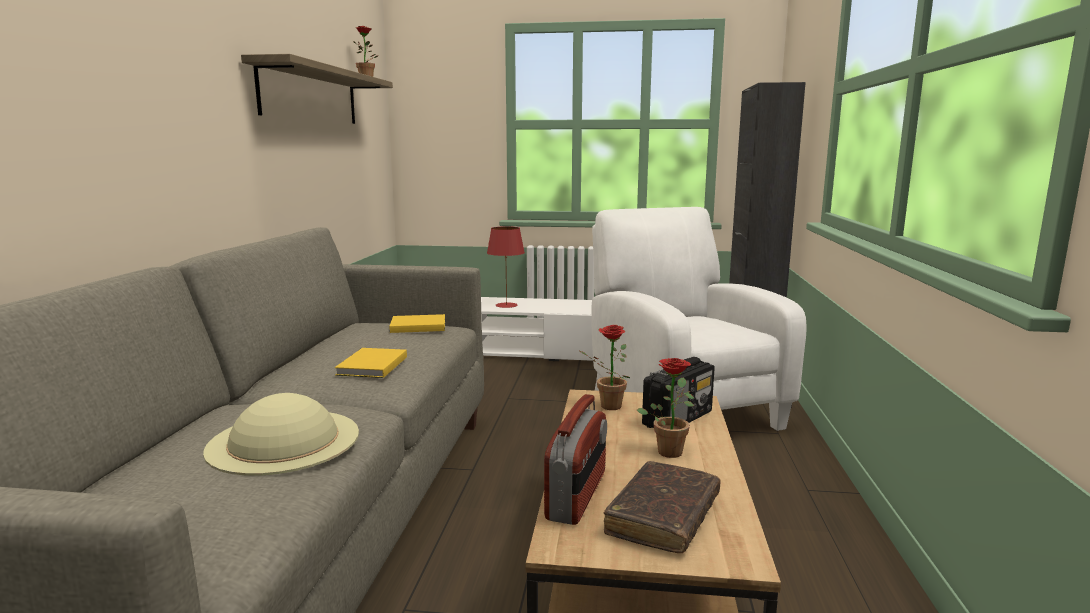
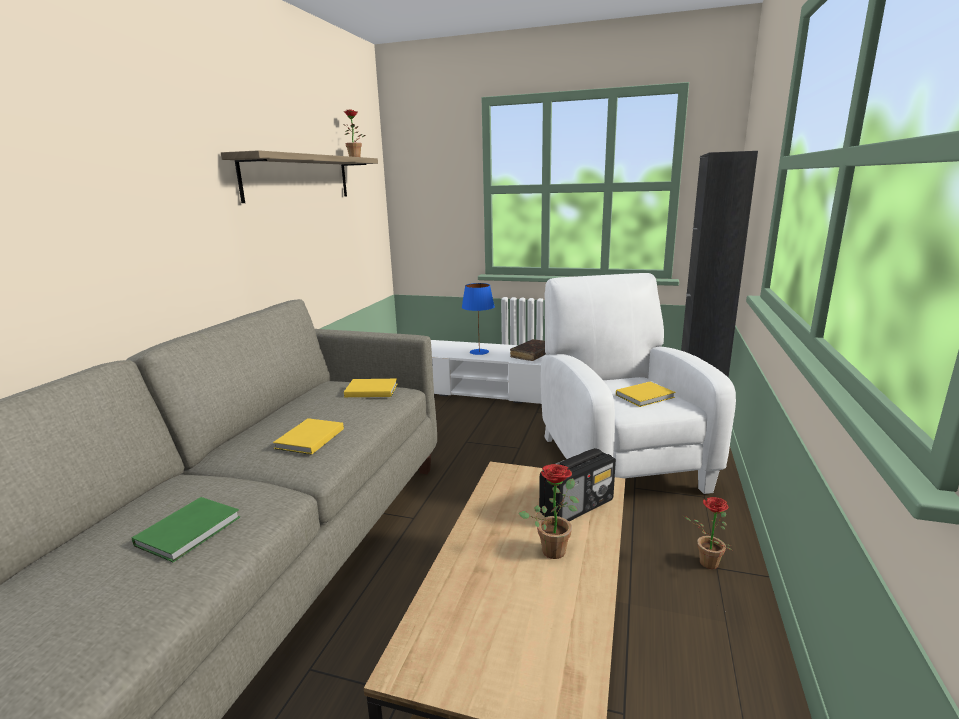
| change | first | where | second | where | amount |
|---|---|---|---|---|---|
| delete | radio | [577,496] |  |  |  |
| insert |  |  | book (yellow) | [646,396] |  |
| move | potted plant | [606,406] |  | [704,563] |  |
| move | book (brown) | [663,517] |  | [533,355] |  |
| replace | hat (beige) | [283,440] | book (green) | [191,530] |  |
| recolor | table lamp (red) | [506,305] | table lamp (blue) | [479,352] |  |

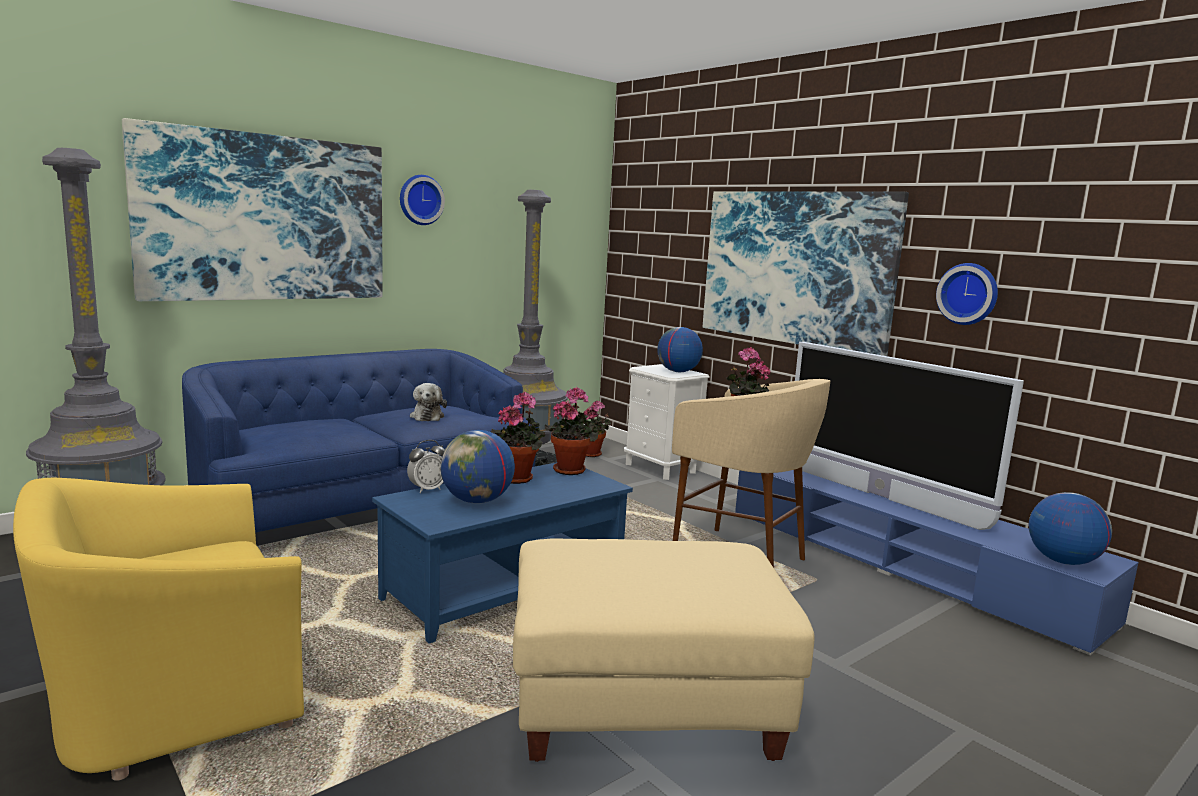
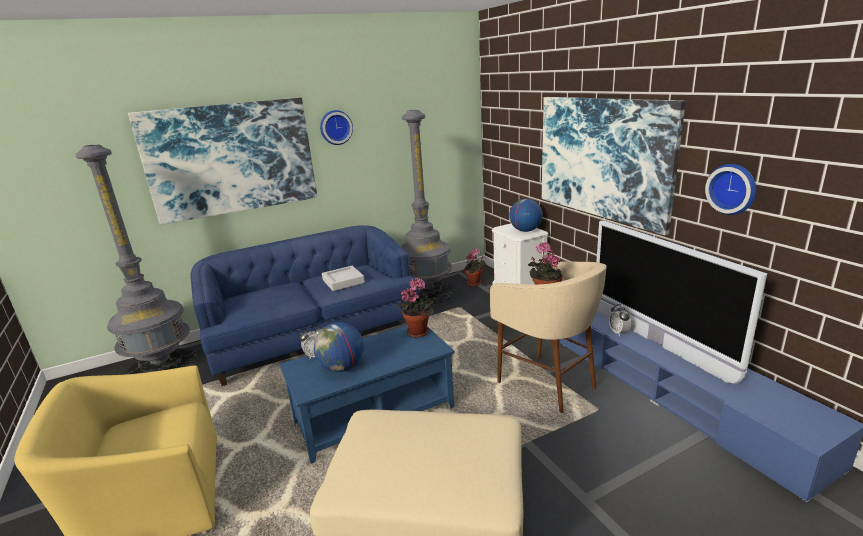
| change | first | where | second | where | amount |
|---|---|---|---|---|---|
| delete | potted plant | [518,478] |  |  |  |
| delete | globe | [1062,561] |  |  |  |
| insert |  |  | alarm clock | [618,332] |  |
| replace | plush toy | [427,416] | tray (grey) | [343,281] |  |

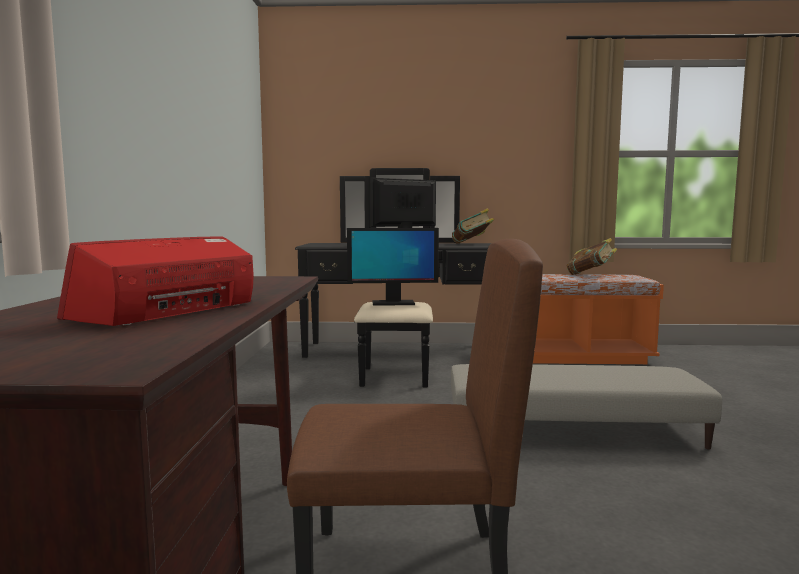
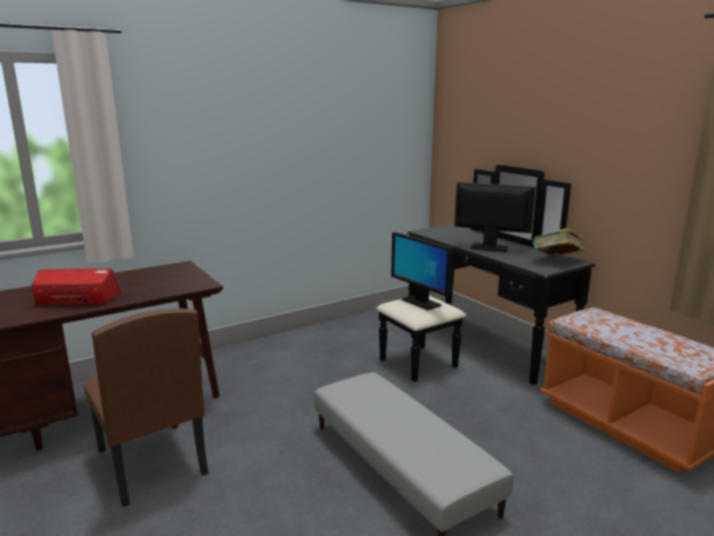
| change | first | where | second | where | amount |
|---|---|---|---|---|---|
| delete | book | [590,275] |  |  |  |

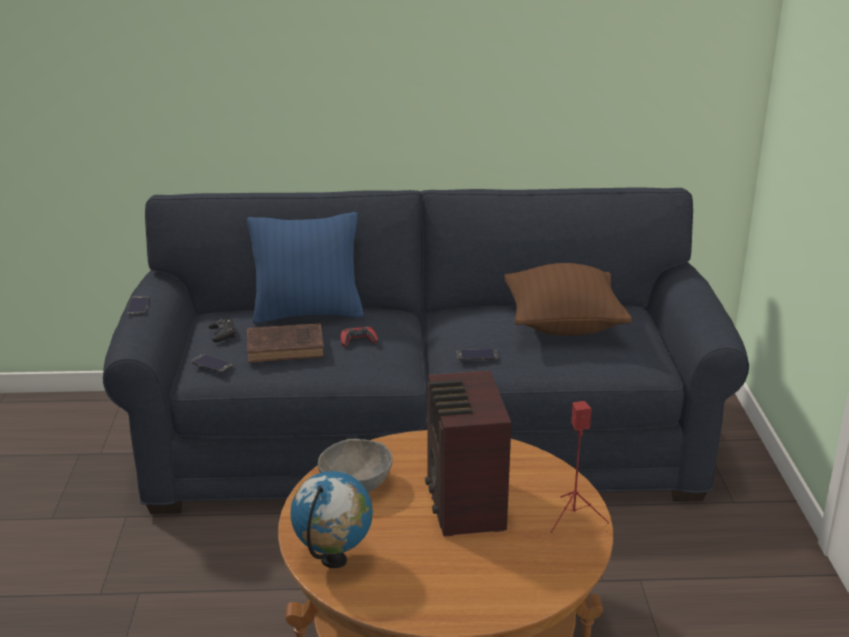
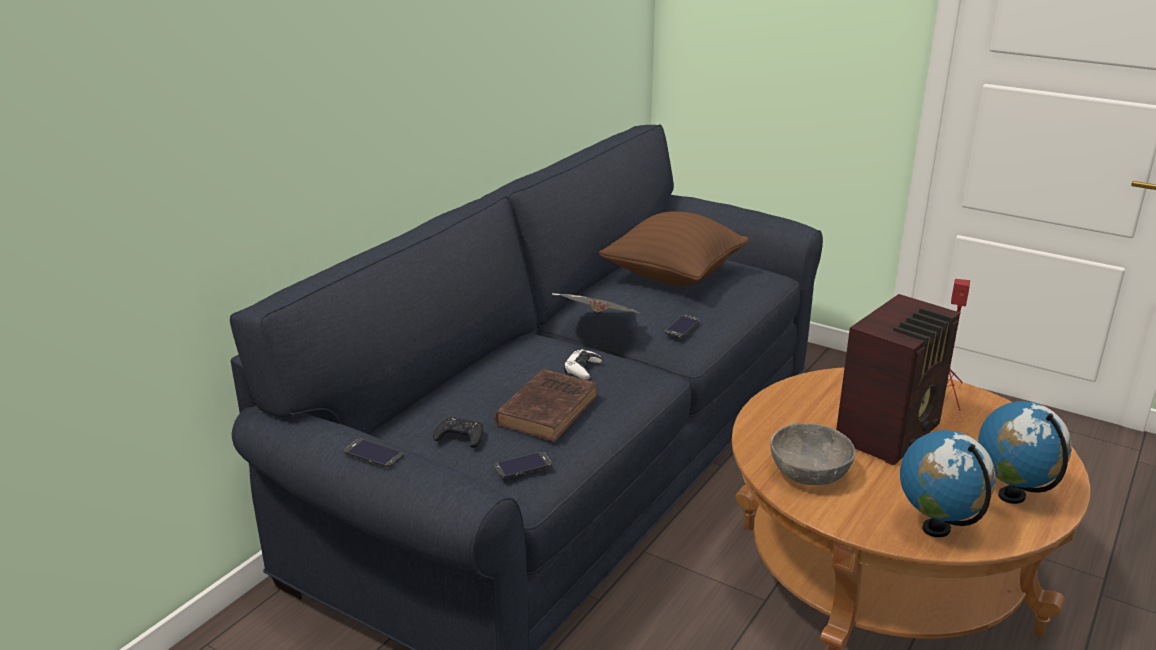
| change | first | where | second | where | amount |
|---|---|---|---|---|---|
| delete | pillow (blue) | [308,314] |  |  |  |
| insert |  |  | newspaper | [600,325] |  |
| insert |  |  | globe | [1012,496] |  |
| recolor | game controller (red) | [358,340] | game controller (white) | [582,368] |  |
| rotate | radio | [464,506] |  | [891,433] | 75 degrees counterclockwise |

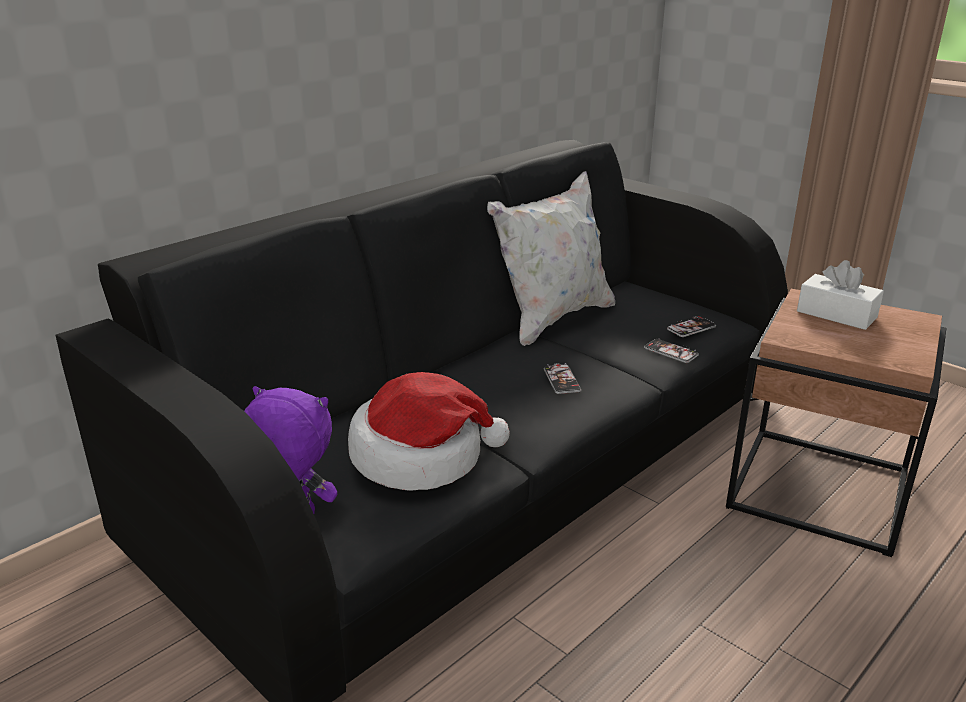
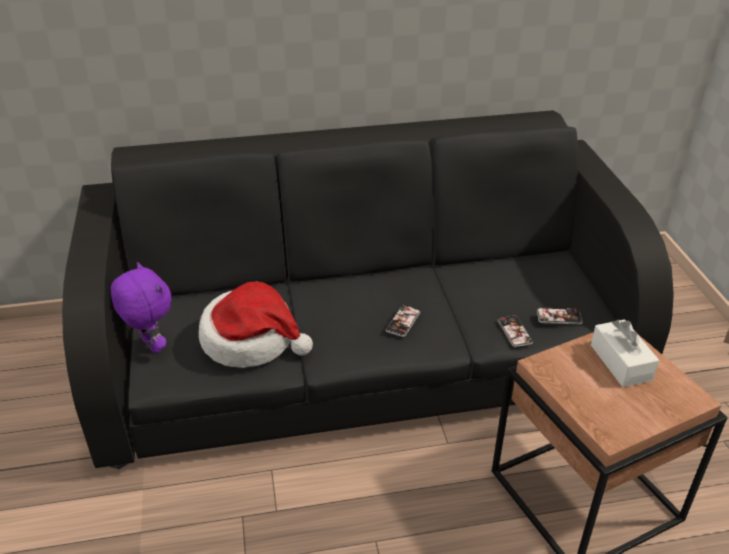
| change | first | where | second | where | amount |
|---|---|---|---|---|---|
| delete | pillow (white) | [552,319] |  |  |  |

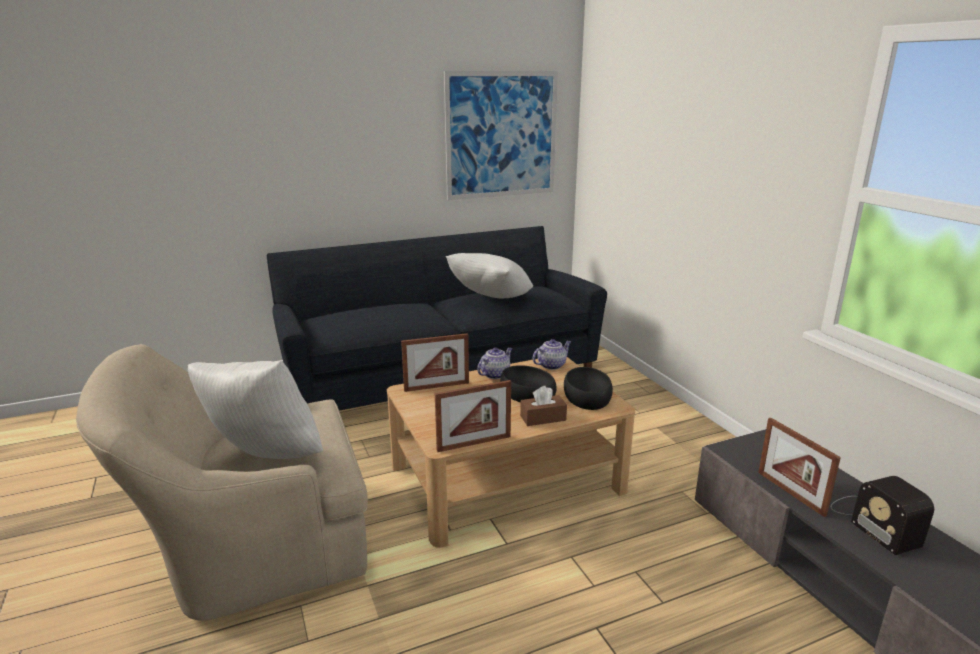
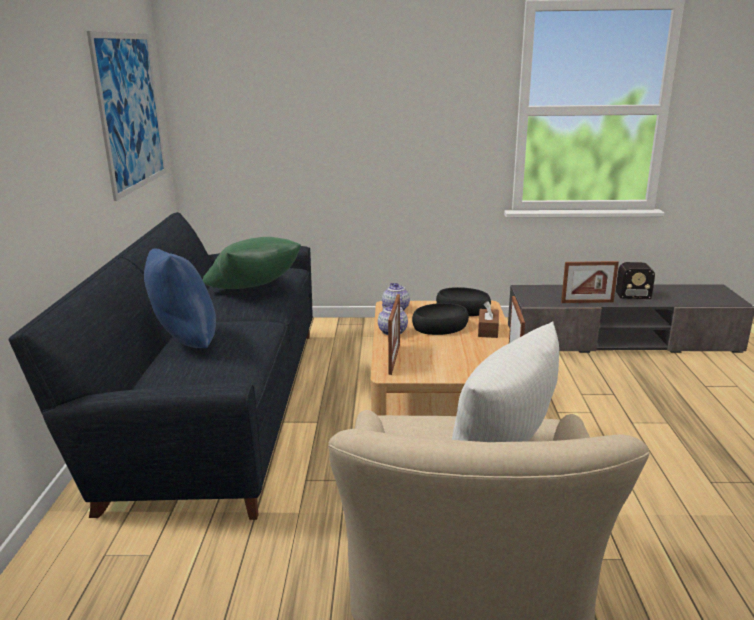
| change | first | where | second | where | amount |
|---|---|---|---|---|---|
| insert |  |  | pillow (blue) | [184,344] |  |
| recolor | pillow (white) | [490,300] | pillow (green) | [254,290] |  |

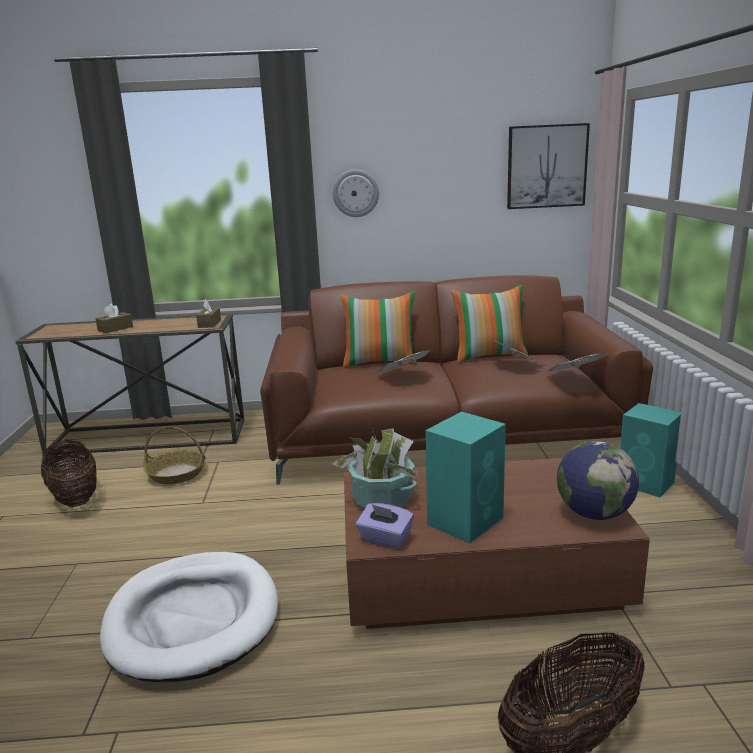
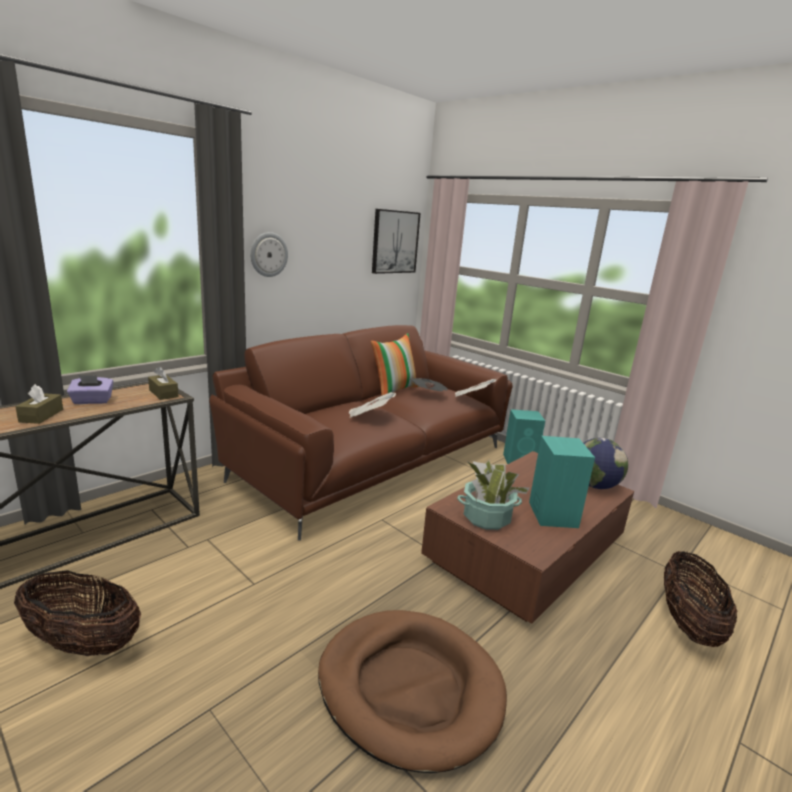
| change | first | where | second | where | amount |
|---|---|---|---|---|---|
| delete | basket | [177,473] |  |  |  |
| delete | pillow | [380,362] |  |  |  |
| move | tissue box (purple) | [385,539] |  | [92,401] |  |
| recolor | dog bed (white) | [193,619] | dog bed (brown) | [410,688] |  |

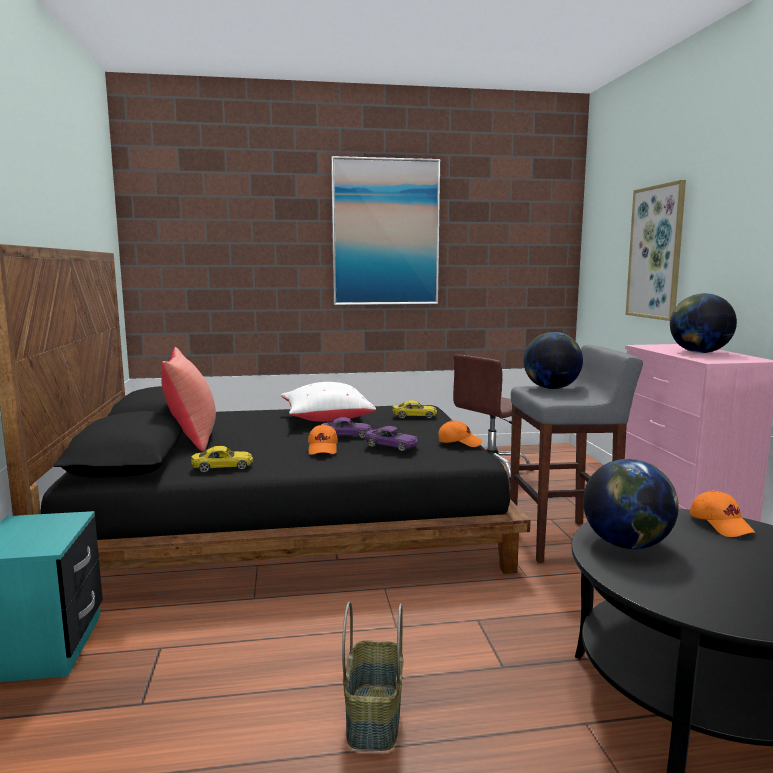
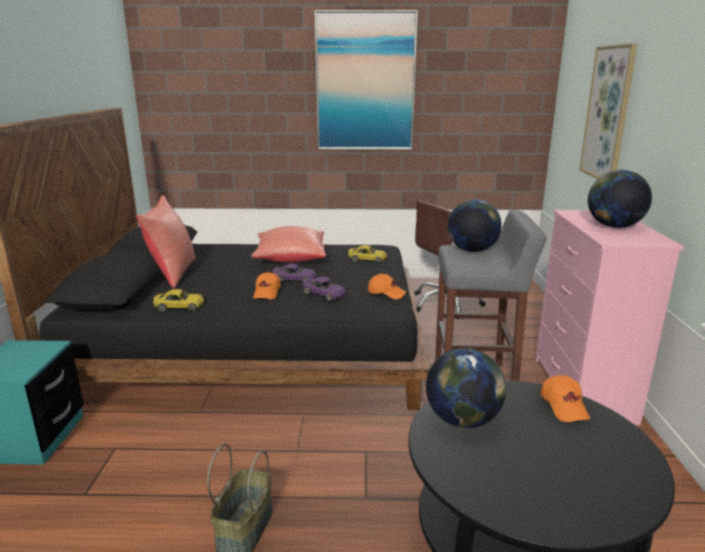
| change | first | where | second | where | amount |
|---|---|---|---|---|---|
| recolor | pillow (white) | [326,419] | pillow (red) | [290,259] |  |

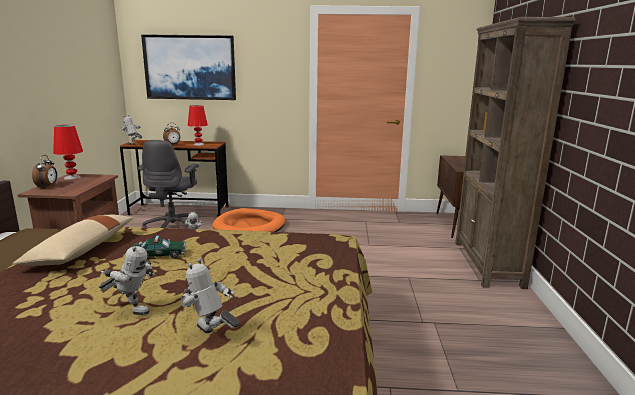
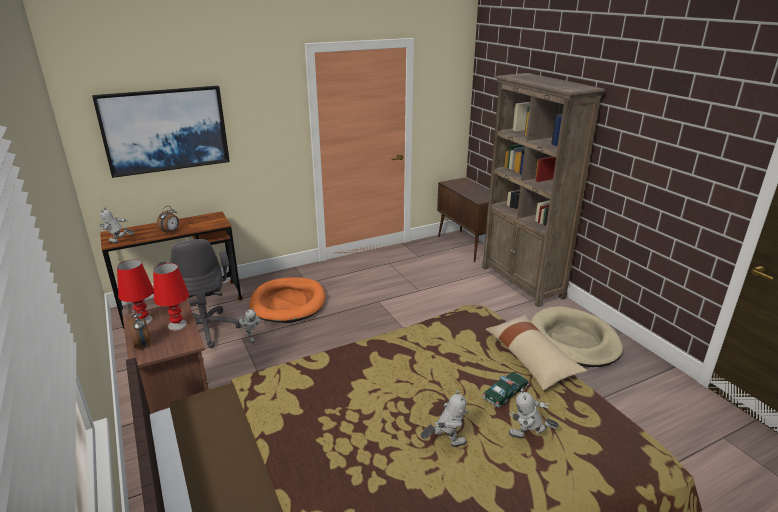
| change | first | where | second | where | amount |
|---|---|---|---|---|---|
| insert |  |  | dog bed (beige) | [573,340] |  |
| move | pillow (beige) | [82,250] |  | [531,358] |  |
| move | toy car | [159,255] |  | [505,393] |  |
| move | table lamp (red) | [199,144] |  | [177,325] |  |

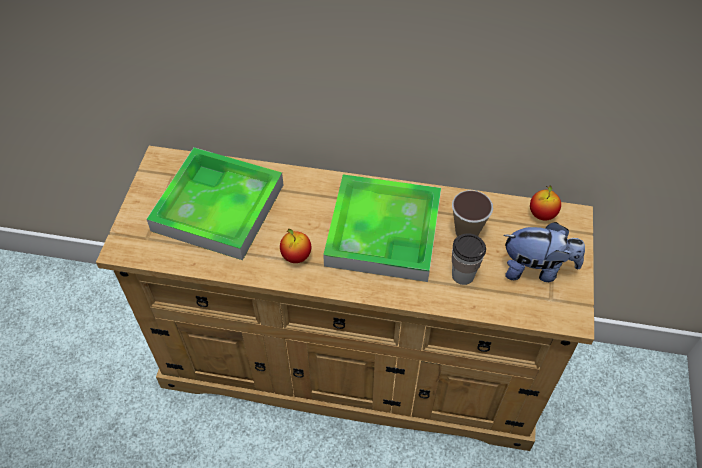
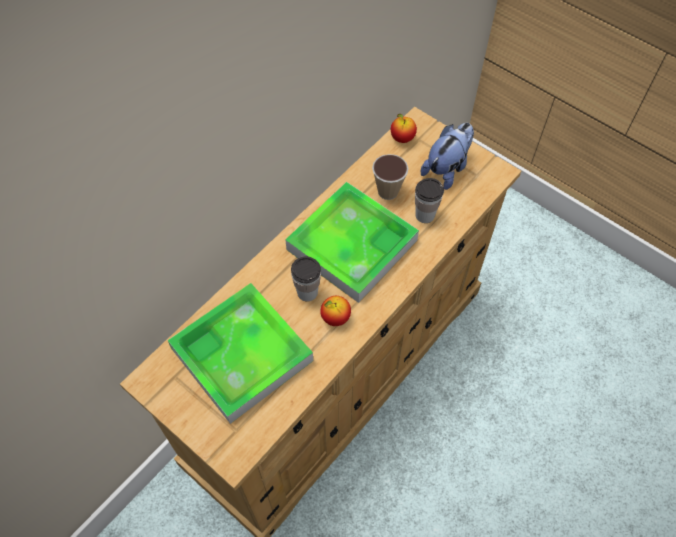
| change | first | where | second | where | amount |
|---|---|---|---|---|---|
| insert |  |  | cup | [307,292] |  |

